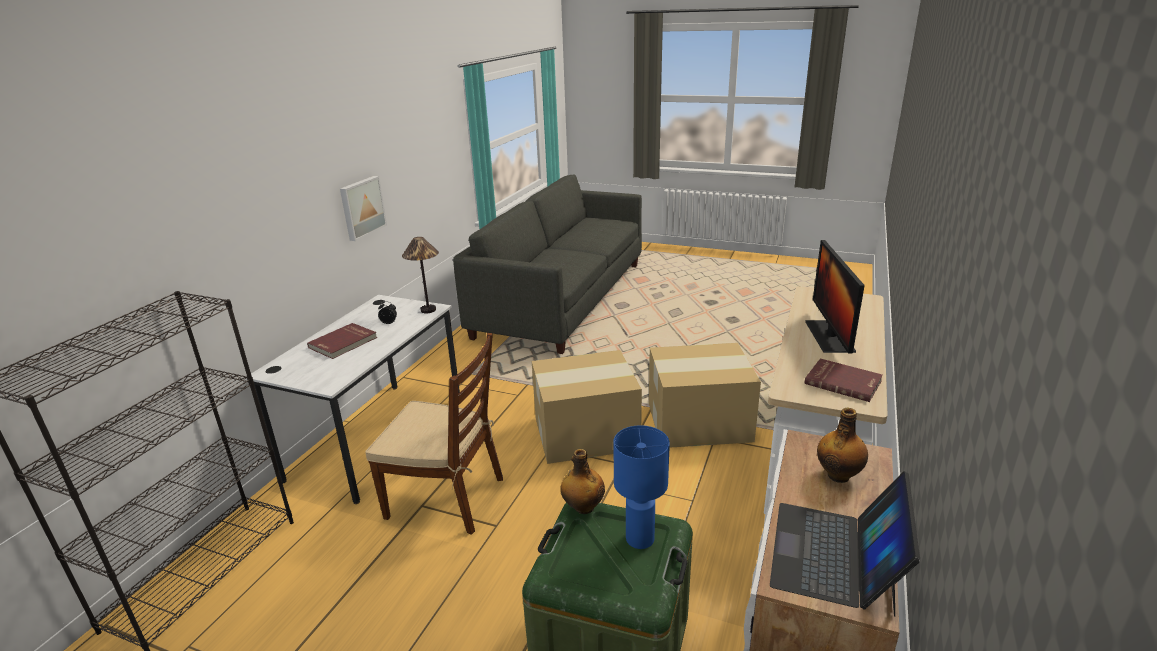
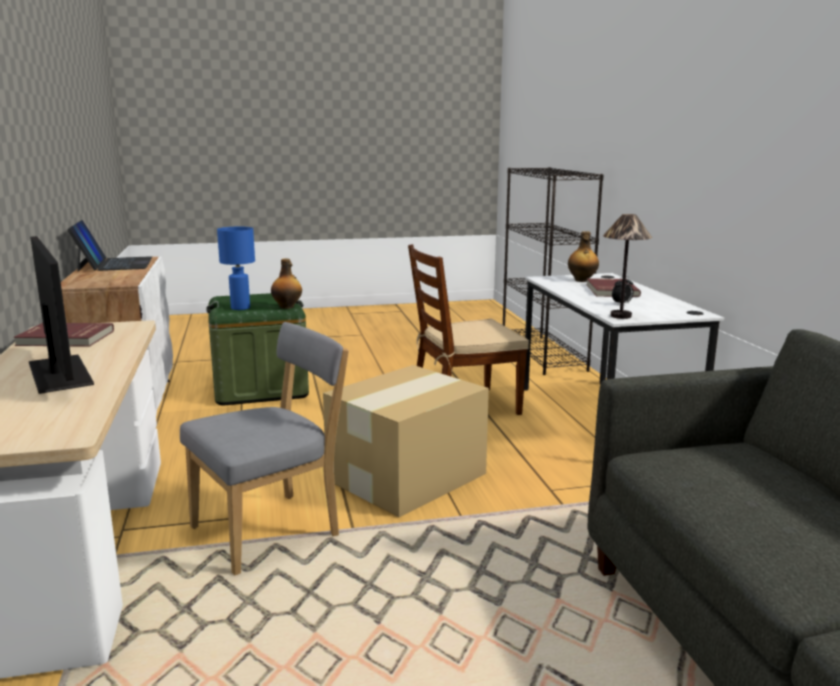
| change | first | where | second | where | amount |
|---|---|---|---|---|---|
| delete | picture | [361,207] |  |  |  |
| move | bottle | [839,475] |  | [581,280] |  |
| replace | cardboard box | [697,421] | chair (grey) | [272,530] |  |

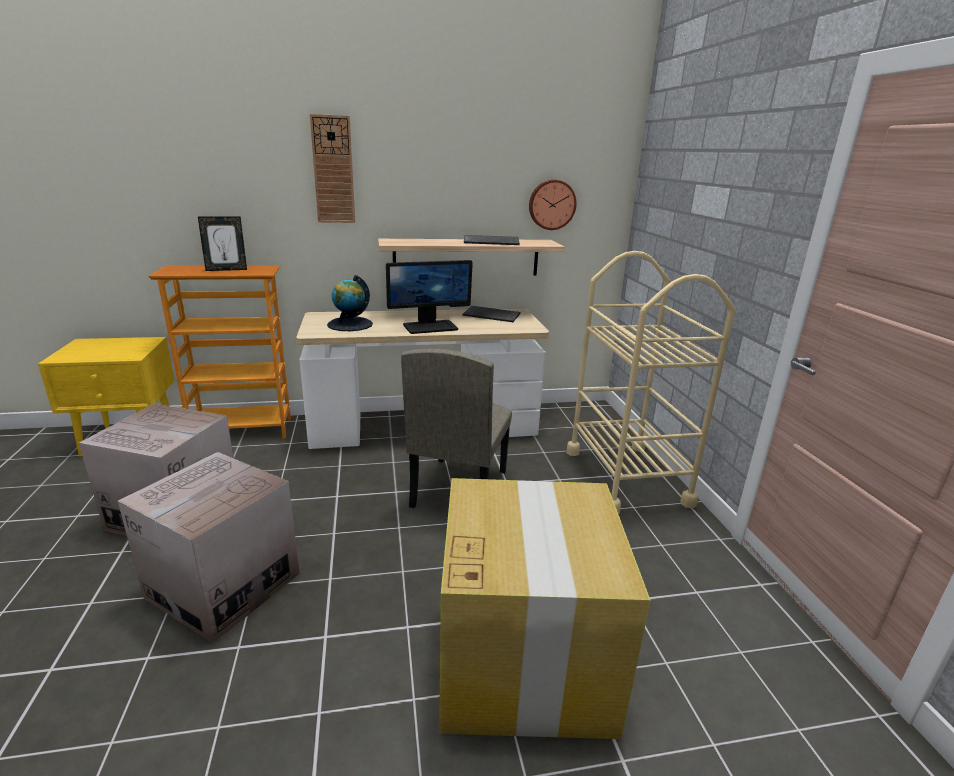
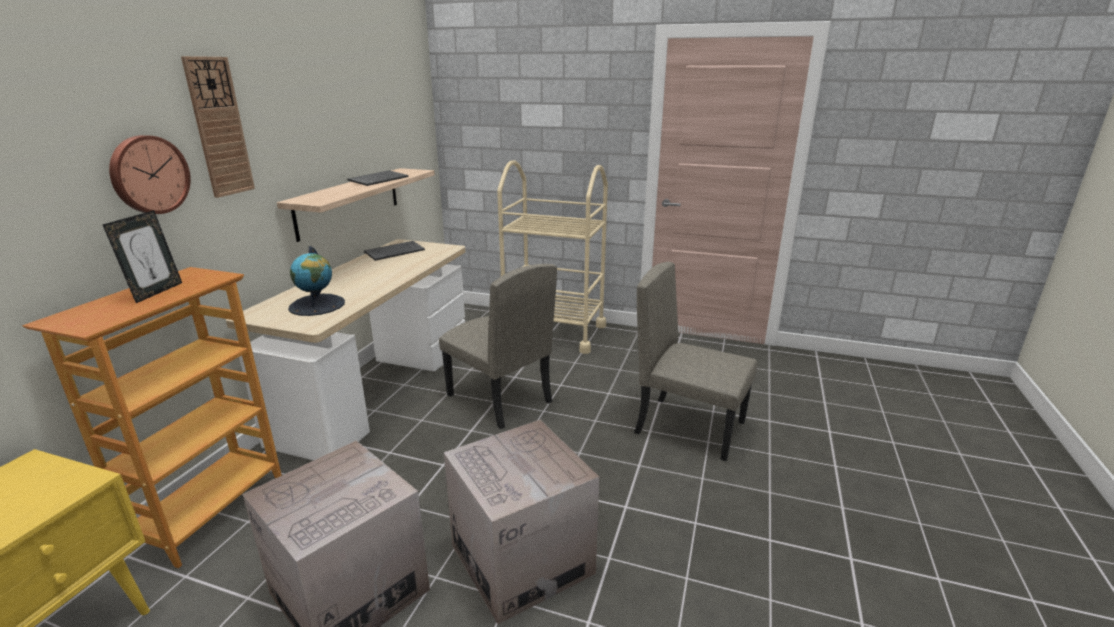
| change | first | where | second | where | amount |
|---|---|---|---|---|---|
| delete | monitor | [430,327] |  |  |  |
| move | wall clock | [551,204] |  | [148,175] |  |
| replace | cardboard box | [523,656] | chair (beige) | [690,427] |  |

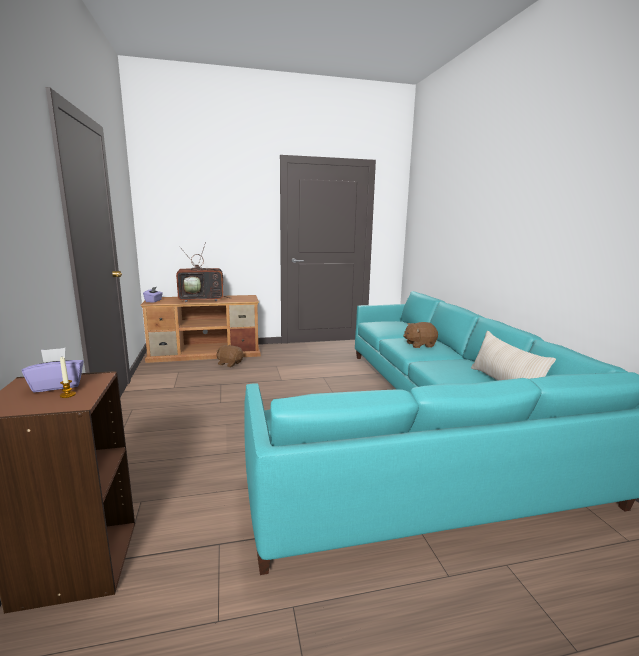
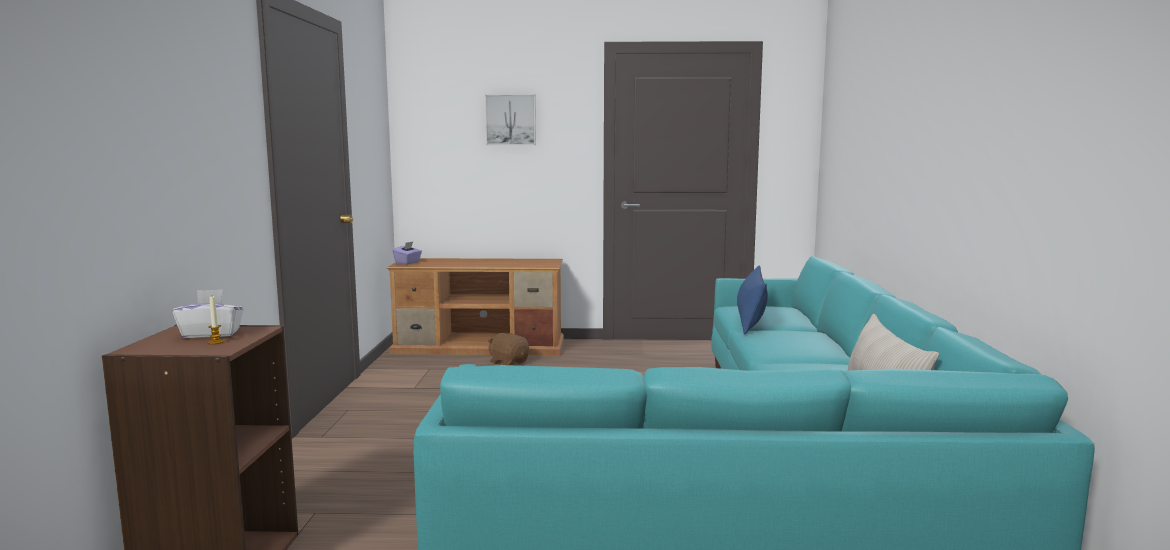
| change | first | where | second | where | amount |
|---|---|---|---|---|---|
| delete | television | [203,299] |  |  |  |
| delete | plush toy (brown) | [419,345] |  |  |  |
| insert |  |  | picture | [511,120] |  |
| insert |  |  | pillow (blue) | [750,321] |  |
| recolor | tissue box (purple) | [57,385] | tissue box (white) | [211,334] |  |

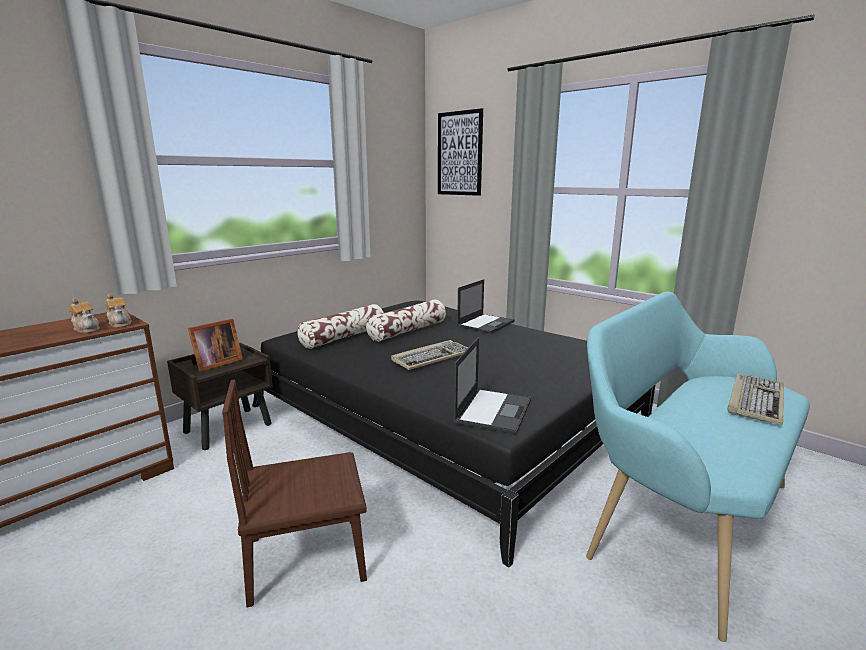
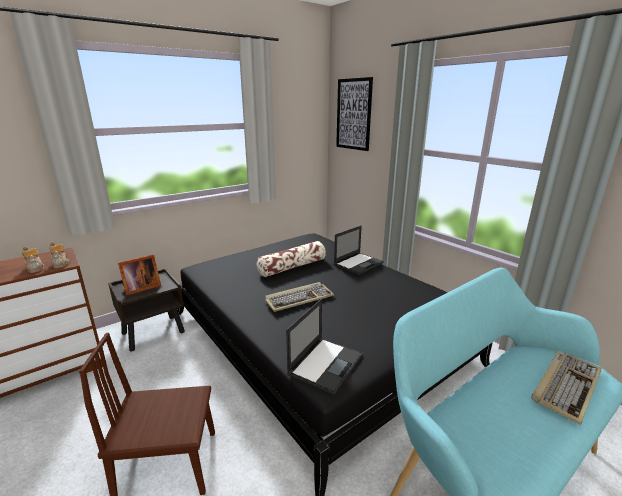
| change | first | where | second | where | amount |
|---|---|---|---|---|---|
| delete | pillow | [344,337] |  |  |  |

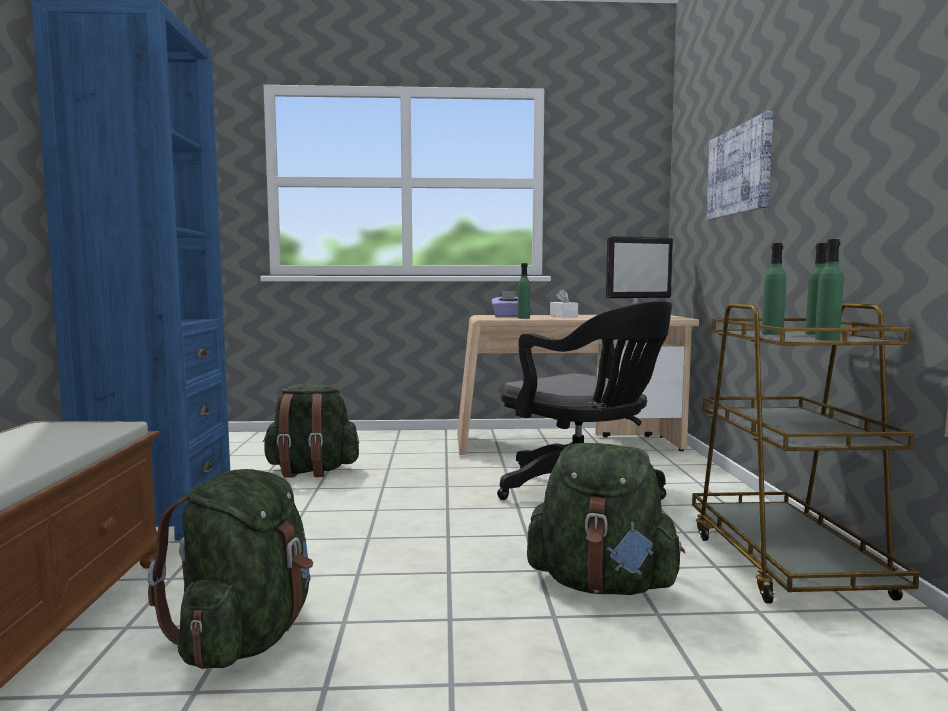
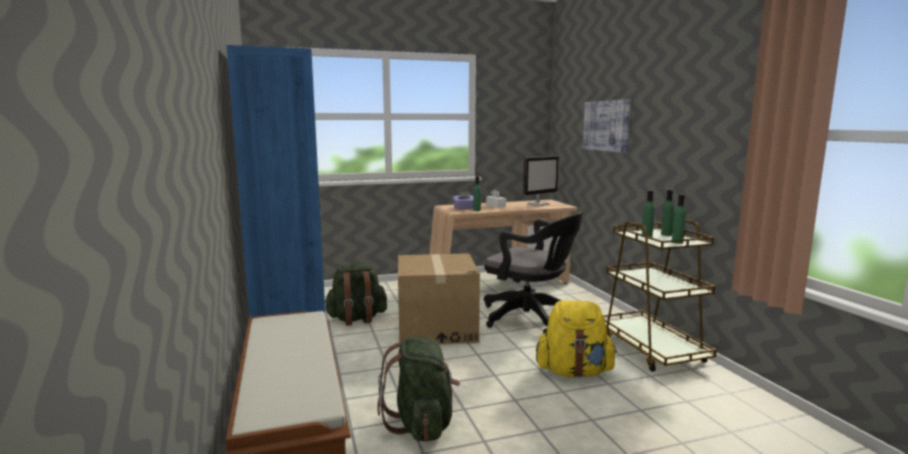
| change | first | where | second | where | amount |
|---|---|---|---|---|---|
| insert |  |  | cardboard box | [436,328] |  |
| recolor | backpack (green) | [602,584] | backpack (yellow) | [574,372] |  |

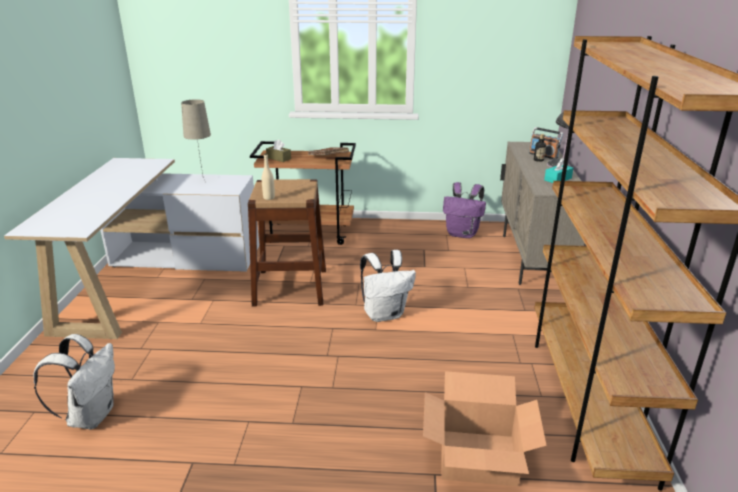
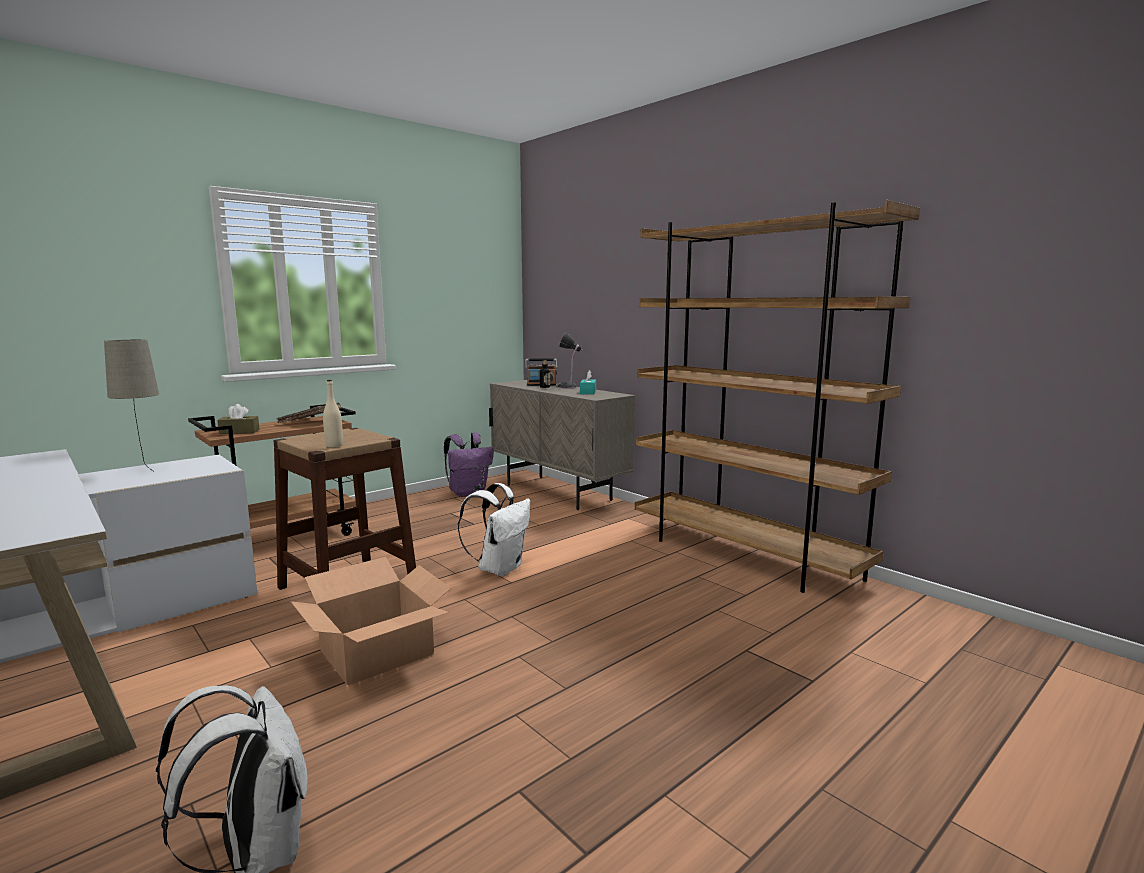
| change | first | where | second | where | amount |
|---|---|---|---|---|---|
| move | cardboard box | [478,458] |  | [377,652] |  |

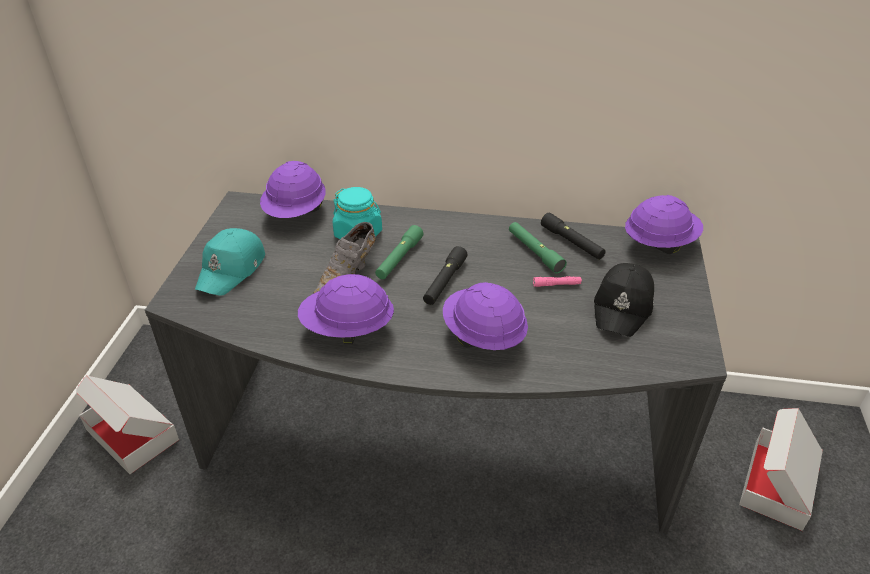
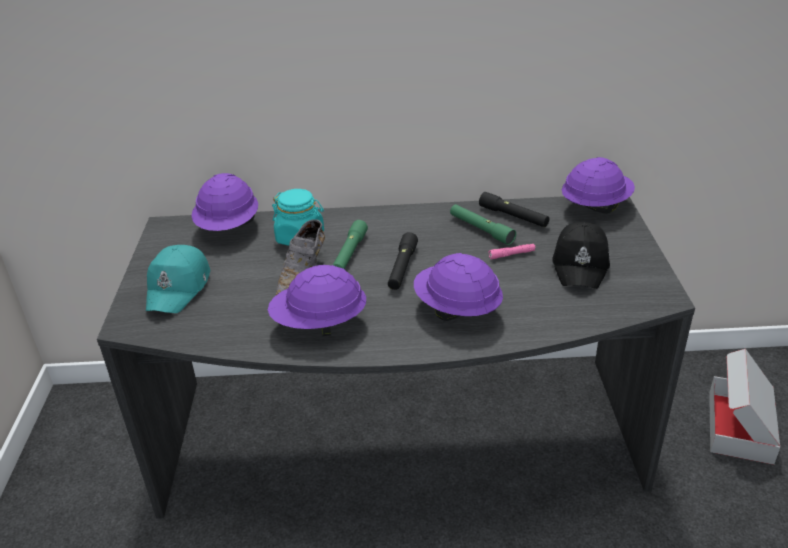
| change | first | where | second | where | amount |
|---|---|---|---|---|---|
| delete | cardboard box | [132,434] |  |  |  |

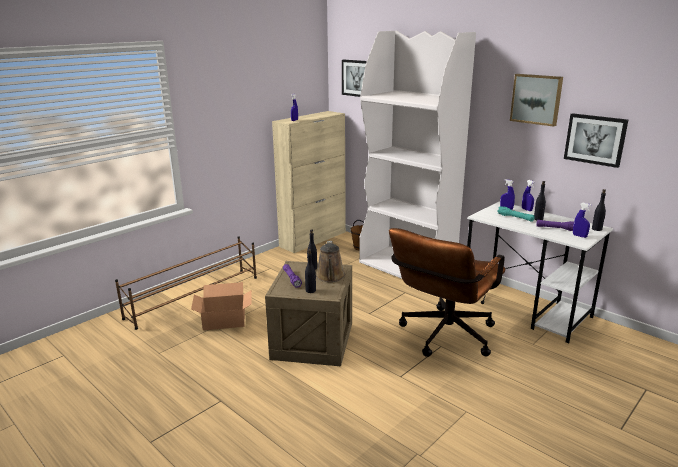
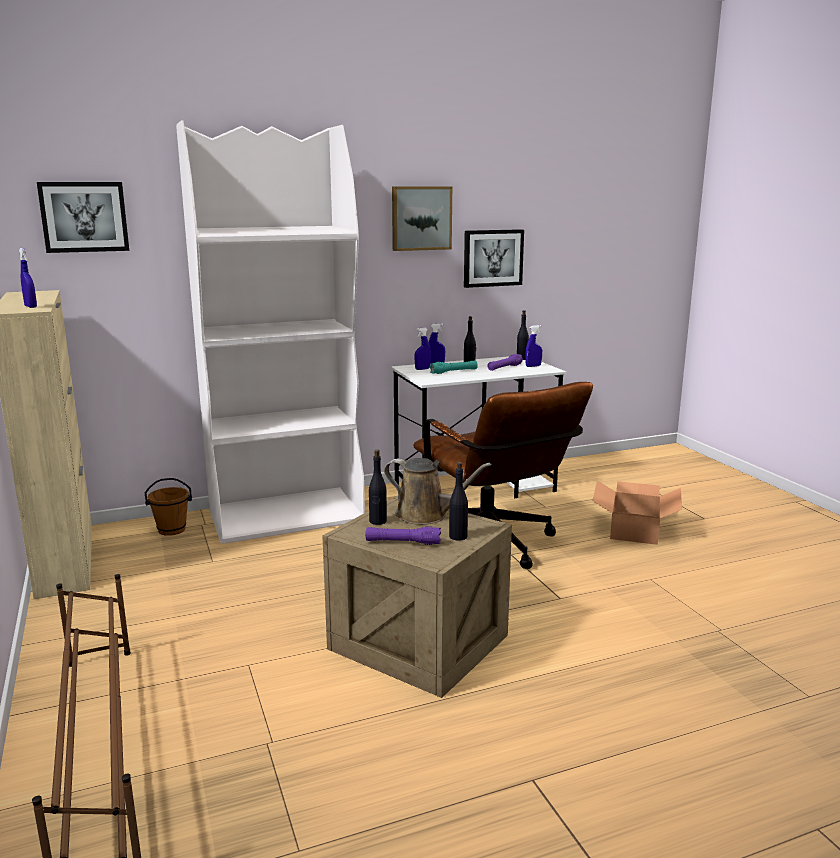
| change | first | where | second | where | amount |
|---|---|---|---|---|---|
| move | cardboard box | [224,320] |  | [635,529] |  |

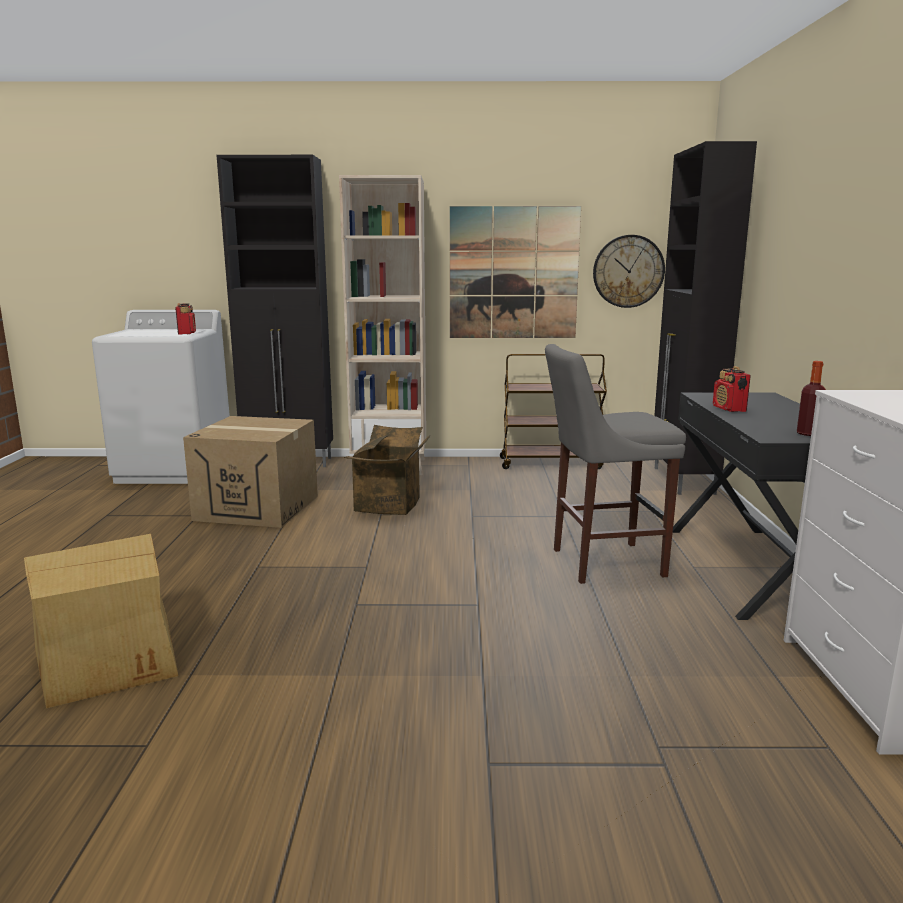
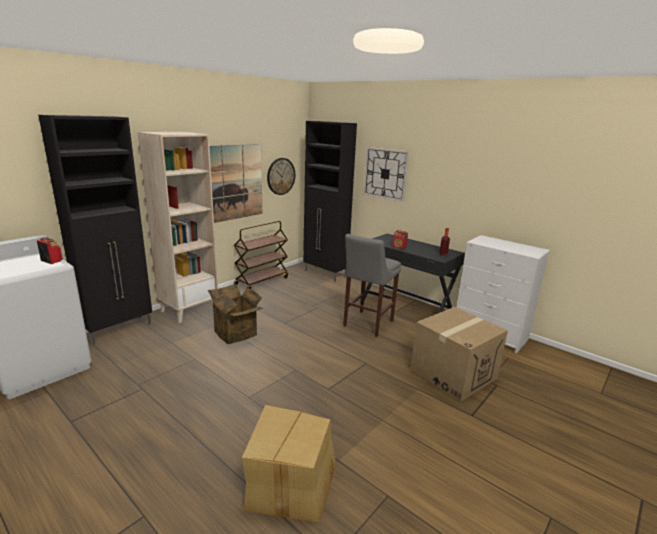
| change | first | where | second | where | amount |
|---|---|---|---|---|---|
| insert |  |  | wall clock | [385,173] |  |
| move | cardboard box | [258,508] |  | [453,373] |  |

